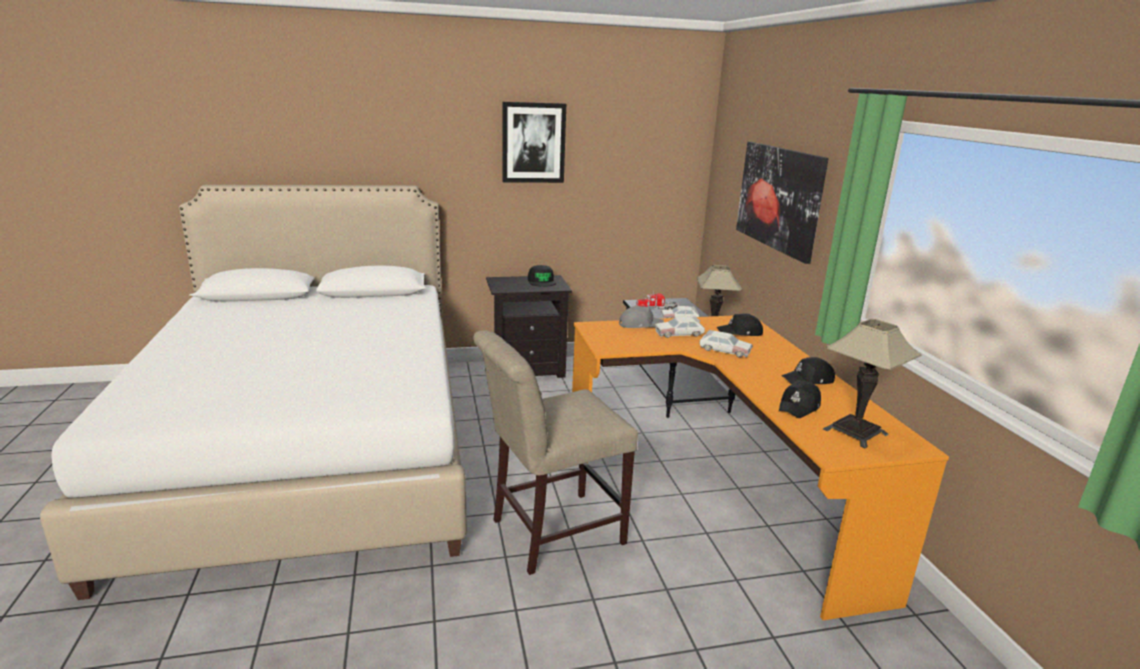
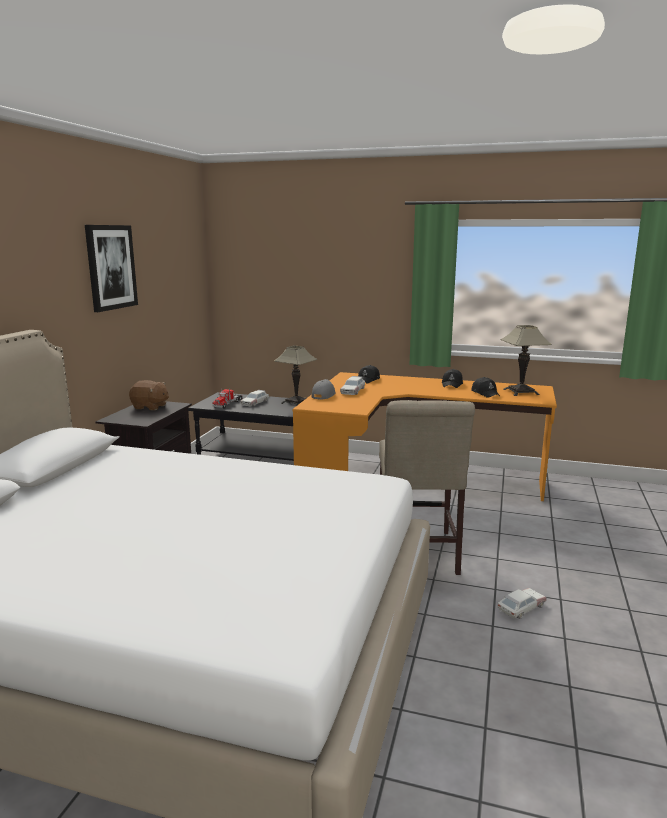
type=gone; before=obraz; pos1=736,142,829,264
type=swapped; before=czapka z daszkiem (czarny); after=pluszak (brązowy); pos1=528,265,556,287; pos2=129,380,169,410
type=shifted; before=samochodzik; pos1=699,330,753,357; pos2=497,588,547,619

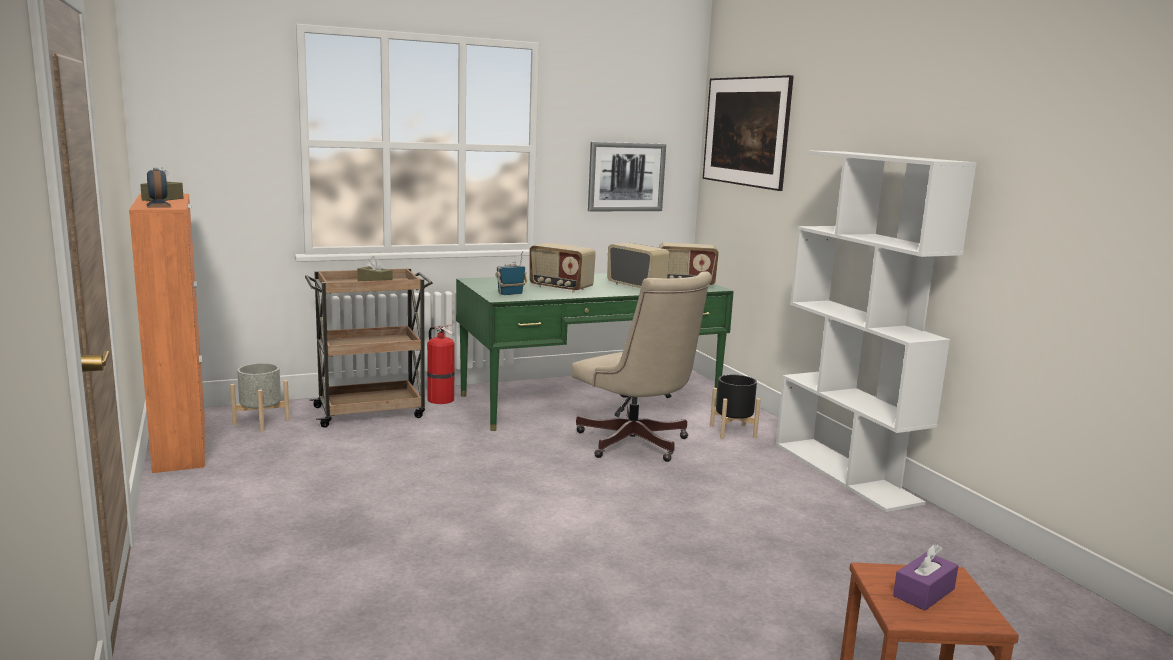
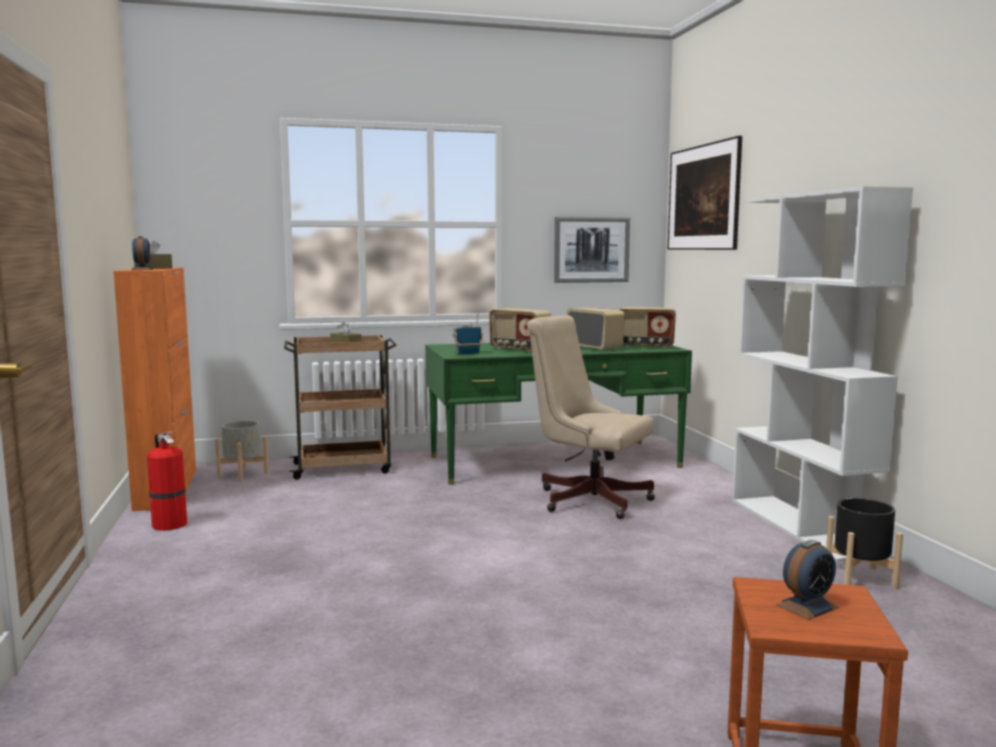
type=rotated; before=krzesło biurowe (beżowy); pos1=572,271,712,462; pos2=527,315,655,519; turn=150
type=shifted; before=gaśnica; pos1=427,325,455,404; pos2=147,431,187,531
type=shifted; before=donica (czarny); pos1=710,375,761,439; pos2=826,498,903,589
type=swapped; before=pudełko chusteczek (fioletowy); after=budzik; pos1=893,544,959,611; pos2=776,540,838,620

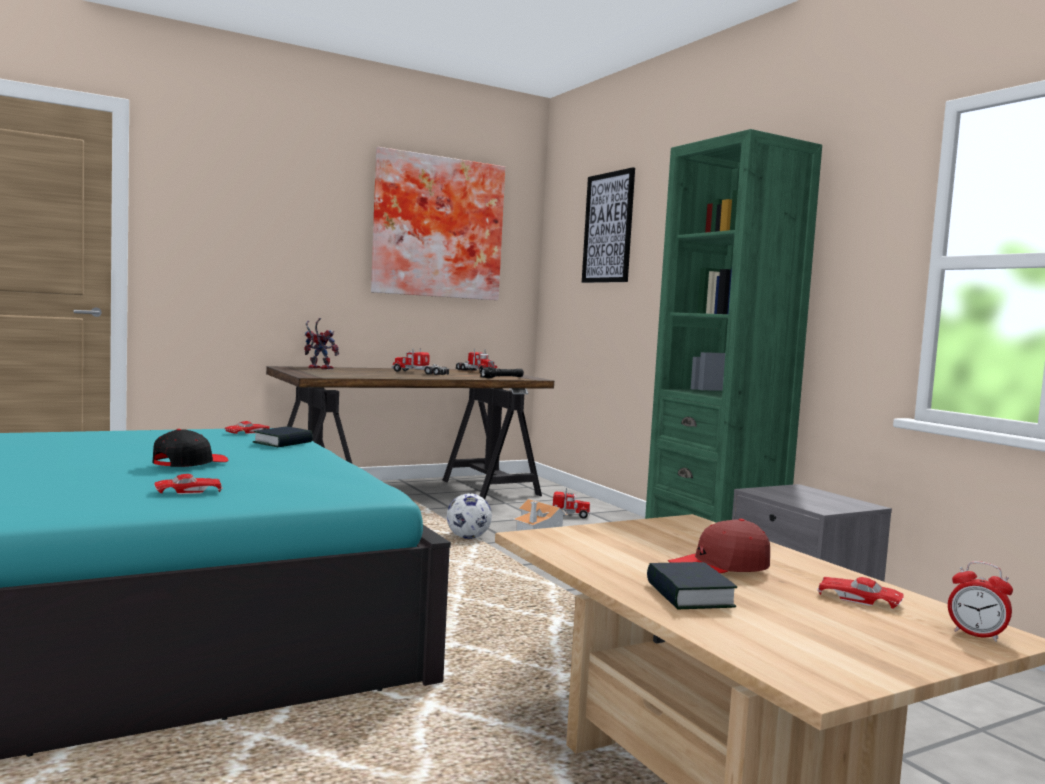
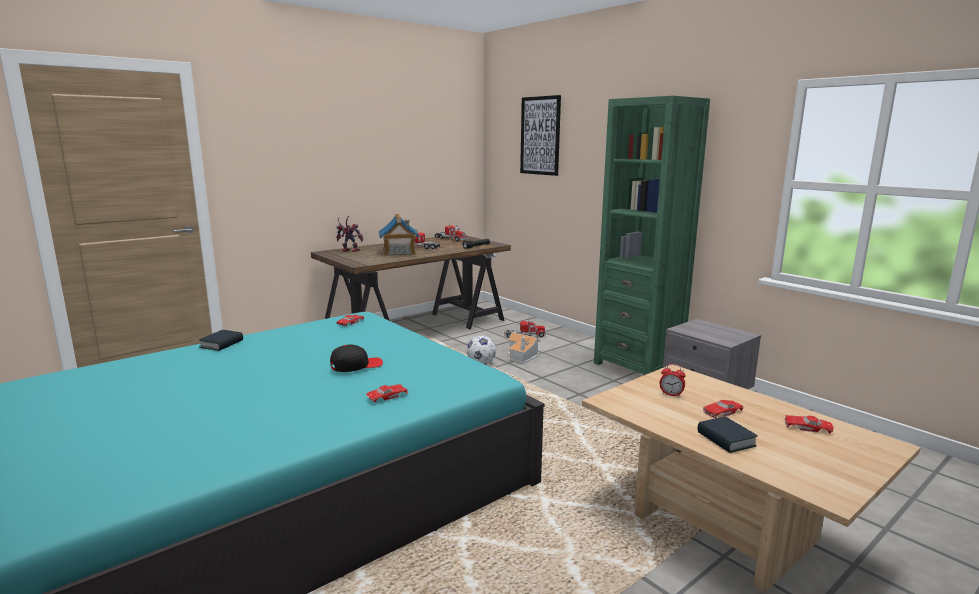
type=gone; before=obraz; pos1=371,147,505,300
type=shifted; before=książka; pos1=253,426,313,447; pos2=199,330,243,351
type=rotated; before=czapka z daszkiem (czarny); pos1=152,429,229,467; pos2=330,344,383,372; turn=45
type=swapped; before=czapka z daszkiem (czerwony); after=samochodzik (czerwony); pos1=668,519,770,573; pos2=703,400,743,418
type=shifted; before=budzik; pos1=948,561,1013,642; pos2=659,364,686,397
type=new; after=domek; pos2=378,214,419,256

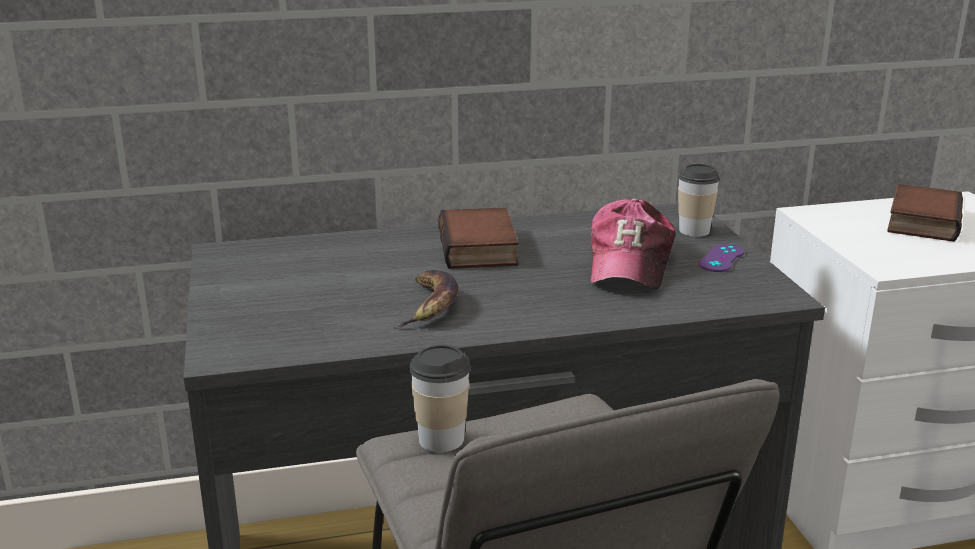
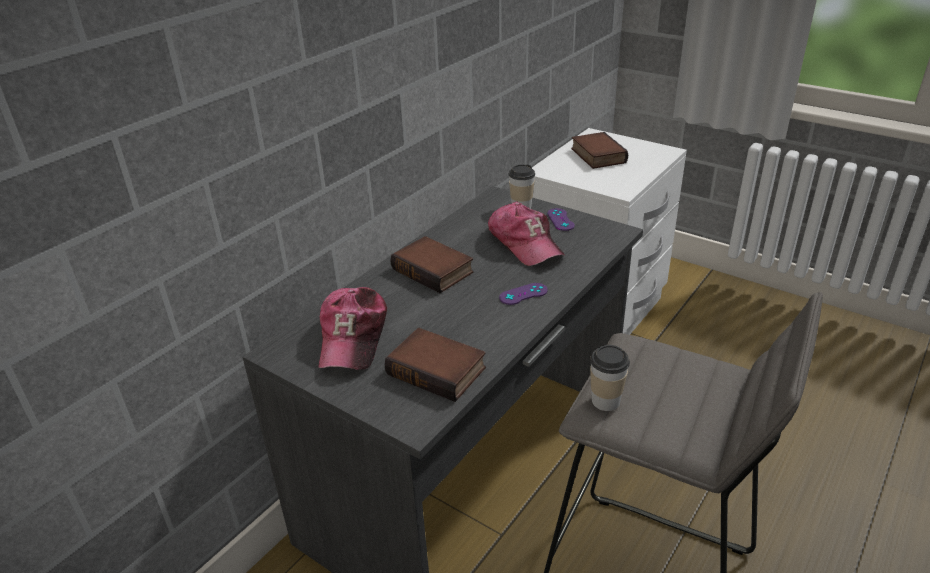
type=gone; before=banan; pos1=393,270,458,329
type=new; after=pad do gier (fioletowy); pos2=499,283,548,305
type=new; after=czapka z daszkiem; pos2=318,287,387,370
type=new; after=książka; pos2=385,328,486,402

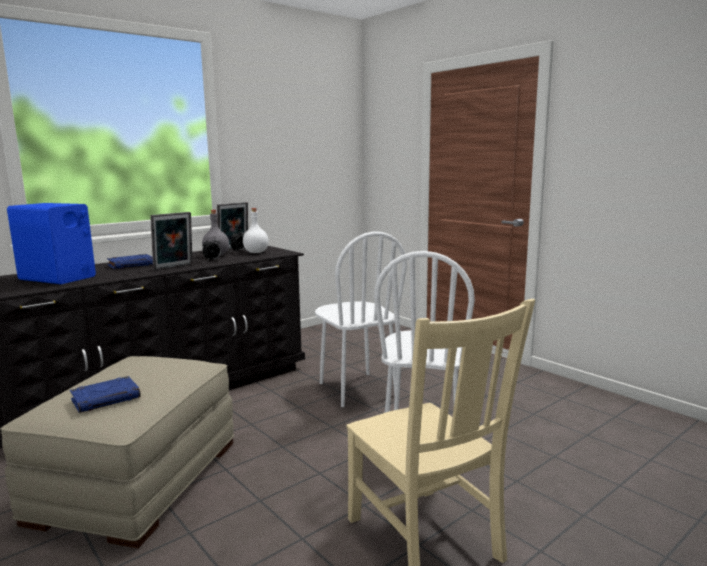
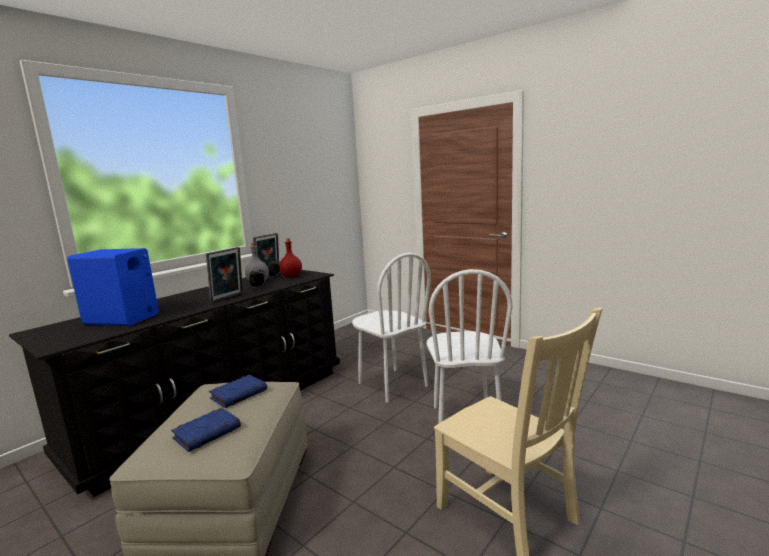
type=repainted; before=butelka (biały); after=butelka (czerwony); pos1=243,208,268,253; pos2=279,238,302,277
type=shifted; before=książka (niebieski); pos1=107,254,153,269; pos2=209,375,267,408

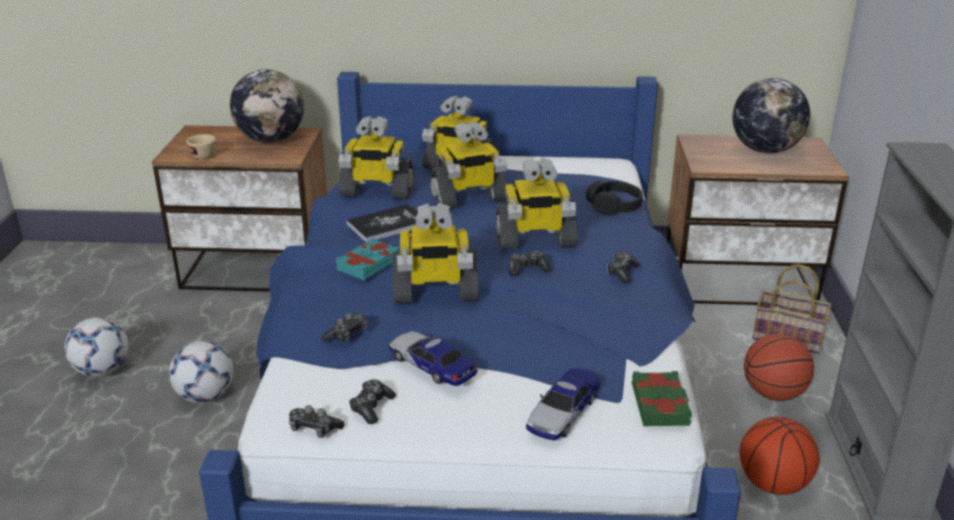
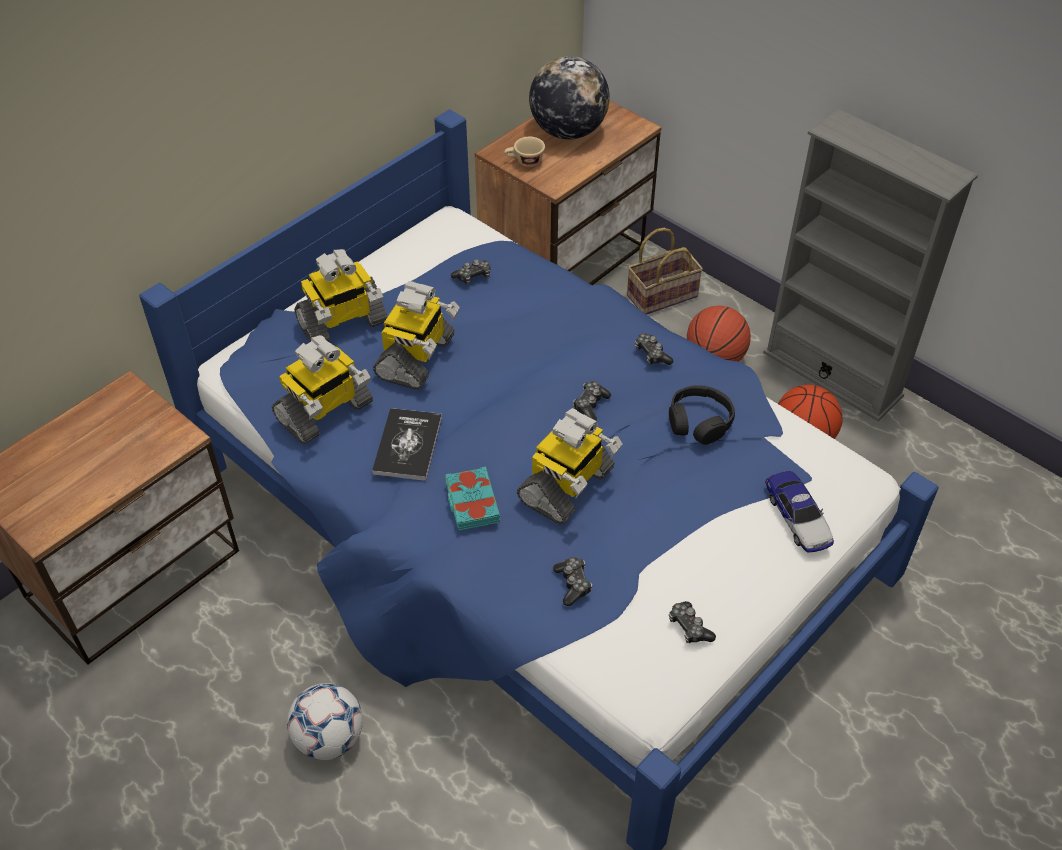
type=gone; before=globus; pos1=230,69,304,143
type=shifted; before=filiżanka (beżowy); pos1=186,134,216,159; pos2=504,137,545,167
type=gone; before=robot zabawkowy; pos1=495,158,578,250
type=shifted; before=słuchawki (czarny); pos1=586,181,643,215; pos2=669,385,735,445
type=gone; before=piłka futbolowa; pos1=64,317,128,377
type=gone; before=samochodzik; pos1=388,331,477,386
type=gone; before=książka (zielony); pos1=631,371,692,426
type=shifted; before=pad do gier; pos1=289,405,344,438; pos2=451,259,490,285

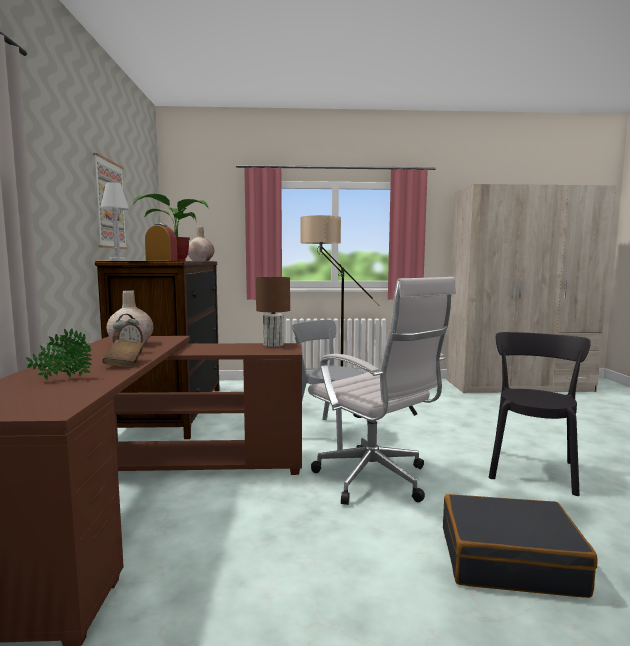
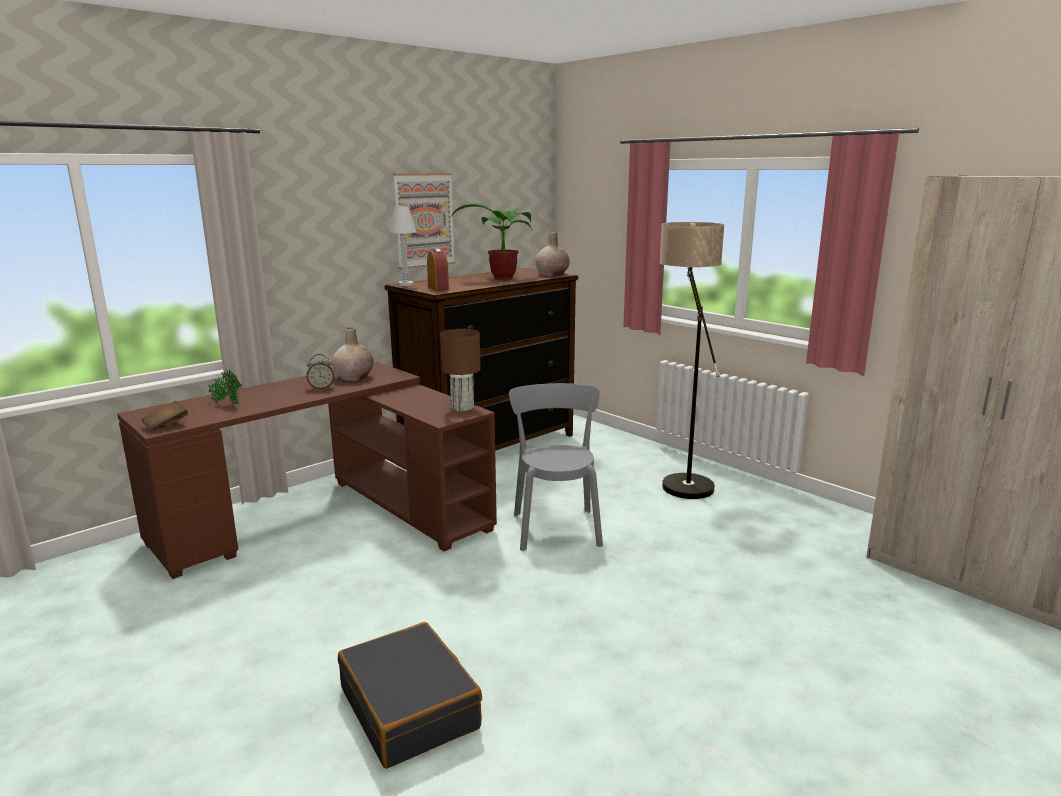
type=gone; before=krzesło biurowe (biały); pos1=308,277,456,505
type=gone; before=krzesło (czarny); pos1=489,332,591,496
type=shifted; before=książka (brązowy); pos1=103,339,144,367; pos2=141,401,189,432

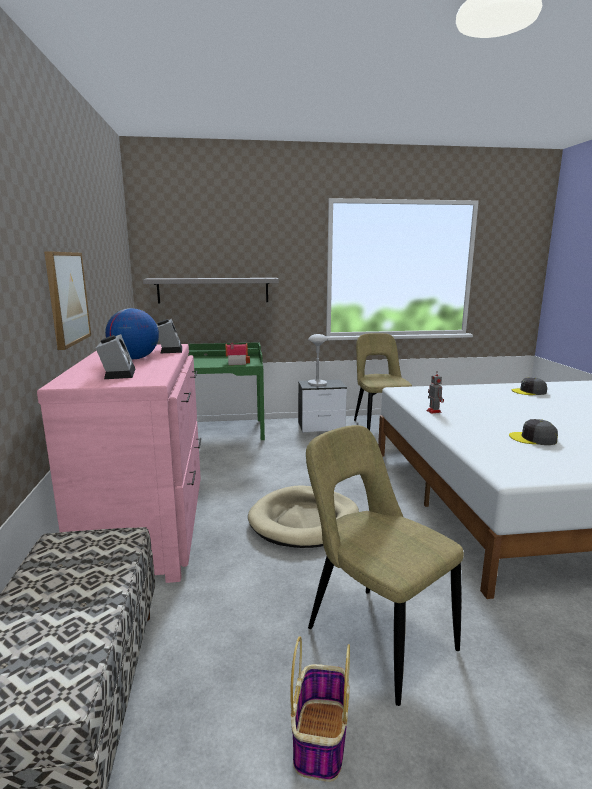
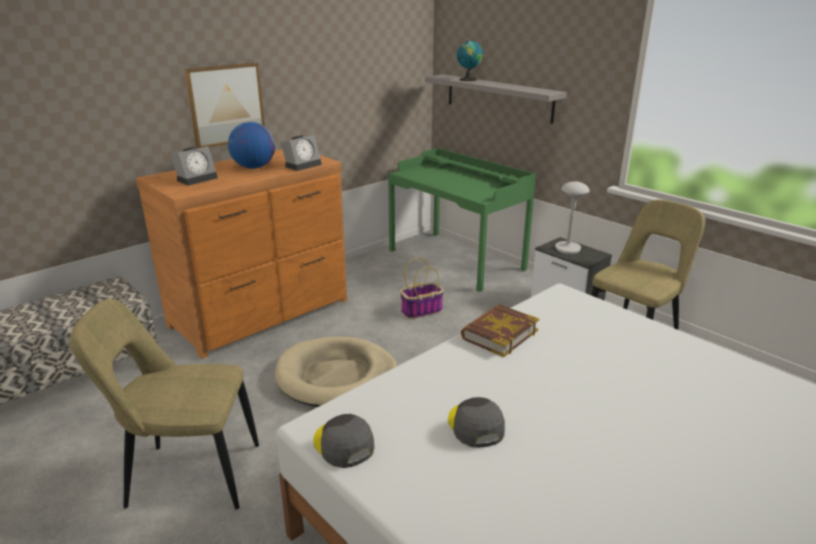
type=gone; before=domek; pos1=225,343,250,365
type=repainted; before=komoda (różowy); after=komoda (brązowy); pos1=37,344,201,583; pos2=136,149,347,359
type=swapped; before=robot zabawkowy; after=książka; pos1=426,371,444,414; pos2=461,304,539,357
type=shifted; before=czapka z daszkiem (szary); pos1=512,377,547,395; pos2=313,414,374,468
type=rotated; before=krzesło (beżowy); pos1=306,425,464,706; pos2=69,299,259,510; turn=-105
type=shifted; before=koszyk; pos1=290,636,350,782; pos2=400,258,444,319
type=new; after=globus; pos2=457,41,483,81

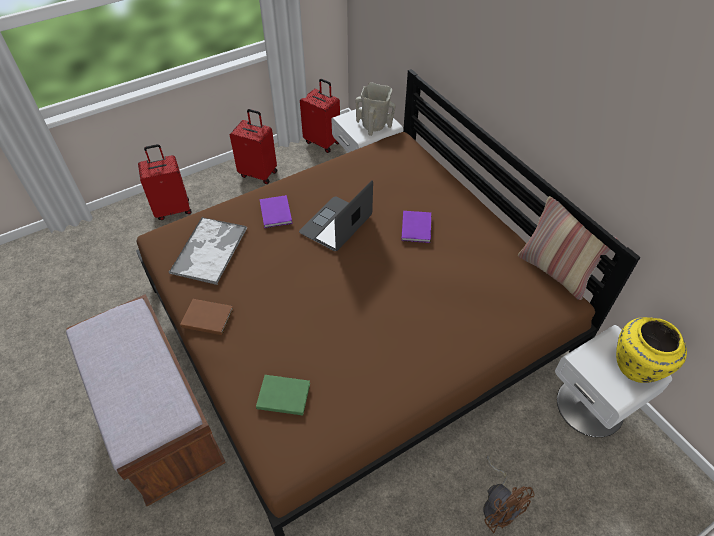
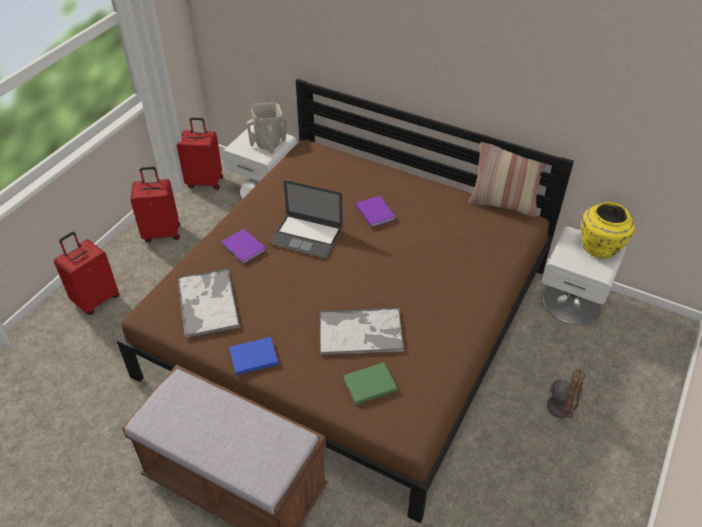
type=rotated; before=laptop; pos1=299,181,373,251; pos2=269,180,343,258; turn=-75
type=repainted; before=książka (brązowy); after=książka (niebieski); pos1=180,299,233,335; pos2=229,337,279,375
type=new; after=taca; pos2=319,307,404,355

